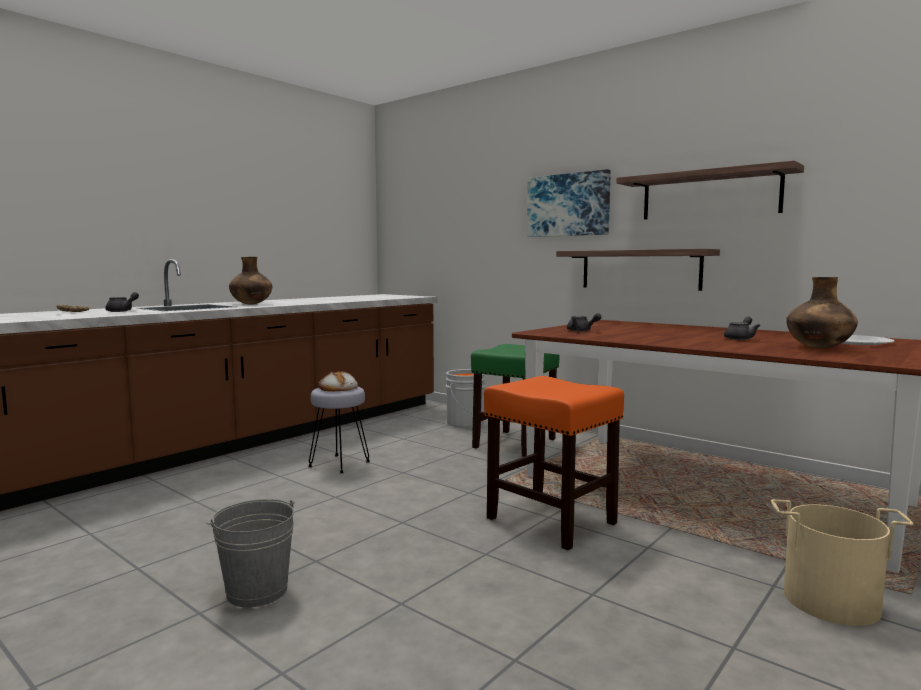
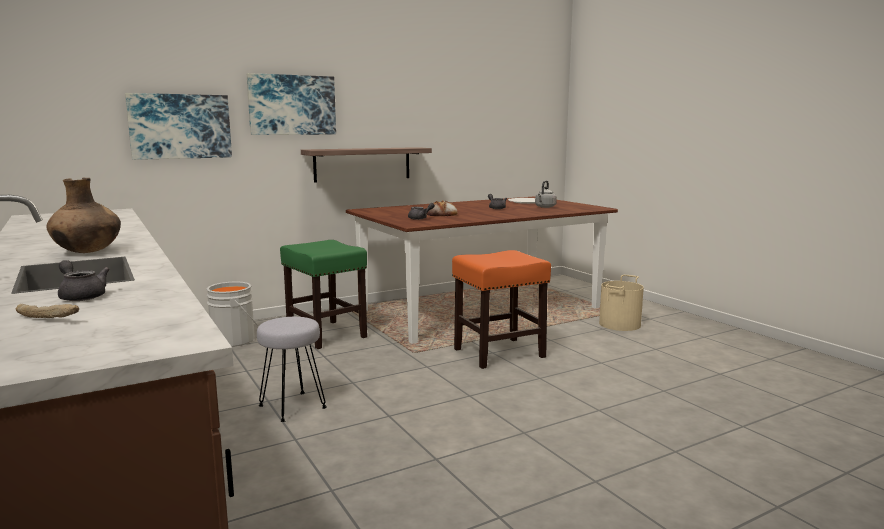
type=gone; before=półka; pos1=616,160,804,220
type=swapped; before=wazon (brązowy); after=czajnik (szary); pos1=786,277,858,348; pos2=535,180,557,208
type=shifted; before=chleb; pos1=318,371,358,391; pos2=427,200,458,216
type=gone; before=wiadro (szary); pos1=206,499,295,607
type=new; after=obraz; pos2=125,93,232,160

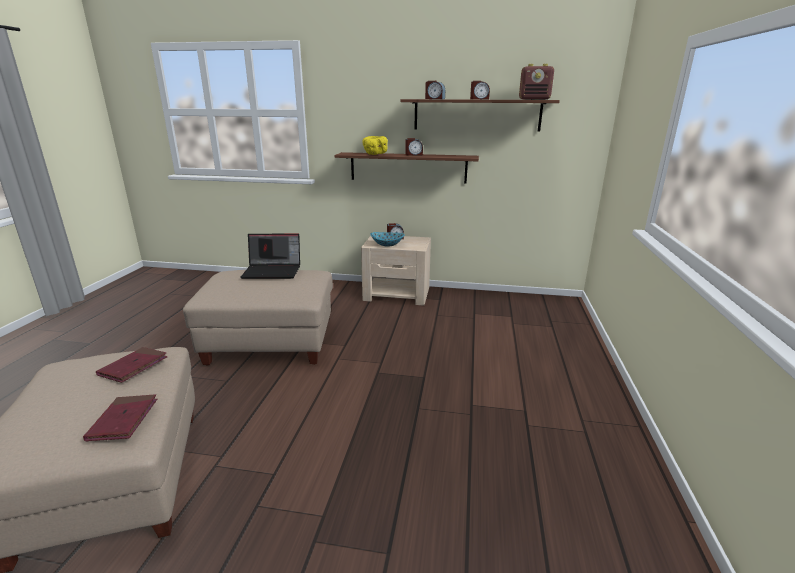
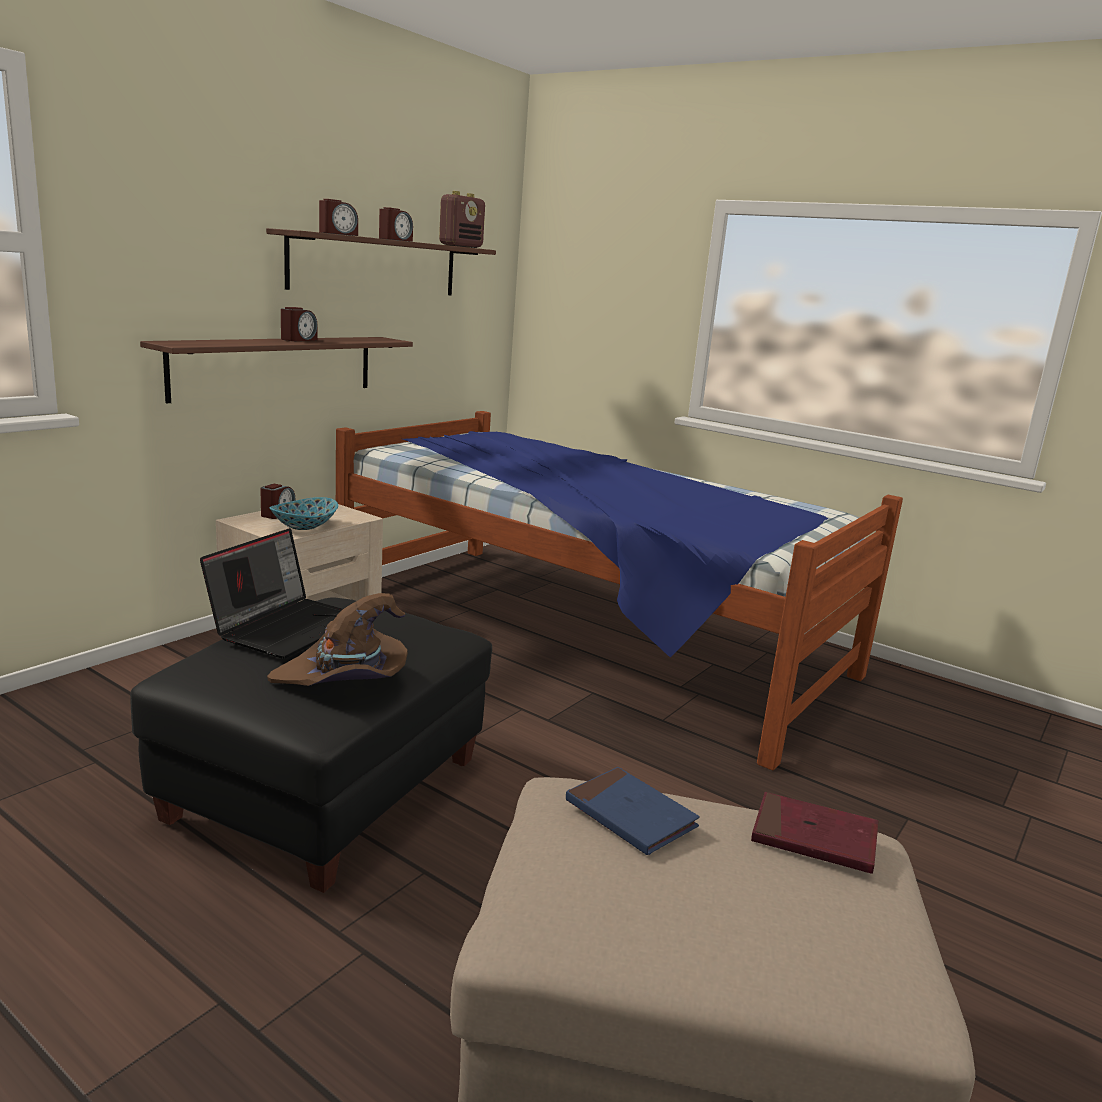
type=gone; before=miska (żółty); pos1=362,136,388,155
type=repainted; before=pufa (beżowy); after=pufa (czarny); pos1=183,270,333,366; pos2=130,597,492,893
type=repainted; before=książka (czerwony); after=książka (niebieski); pos1=96,347,167,383; pos2=566,767,700,855
type=new; after=łóżko; pos2=336,411,903,771
type=new; after=kapelusz (brązowy); pos2=267,593,408,686

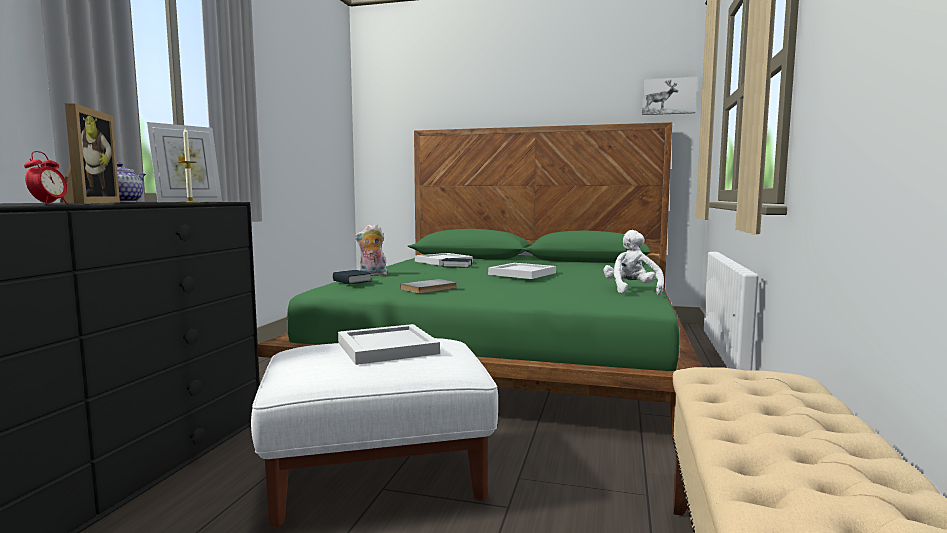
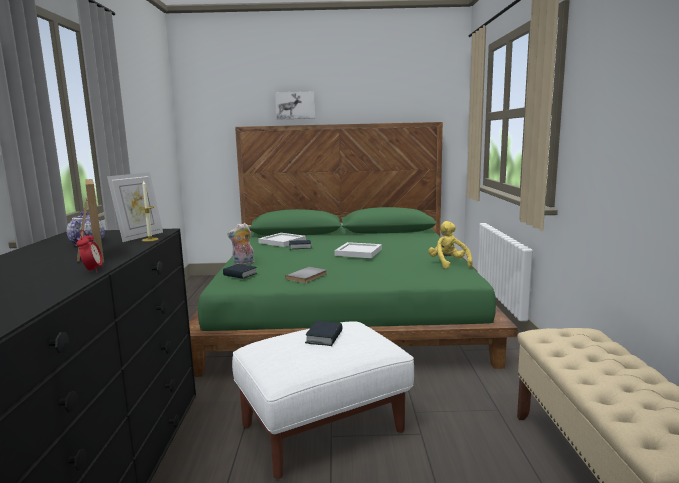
type=shifted; before=obraz; pos1=642,77,697,115; pos2=275,91,315,120
type=repainted; before=pluszak (biały); after=pluszak (żółty); pos1=603,230,664,295; pos2=428,221,472,269
type=swapped; before=taca (biały); after=książka; pos1=338,324,440,365; pos2=305,321,342,346

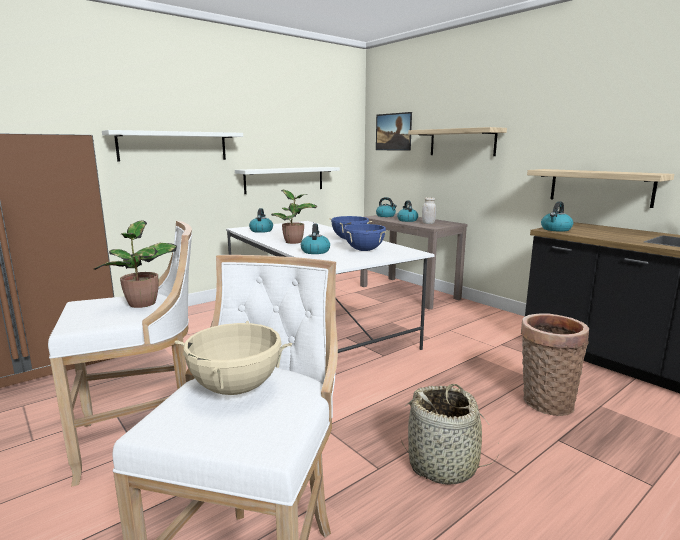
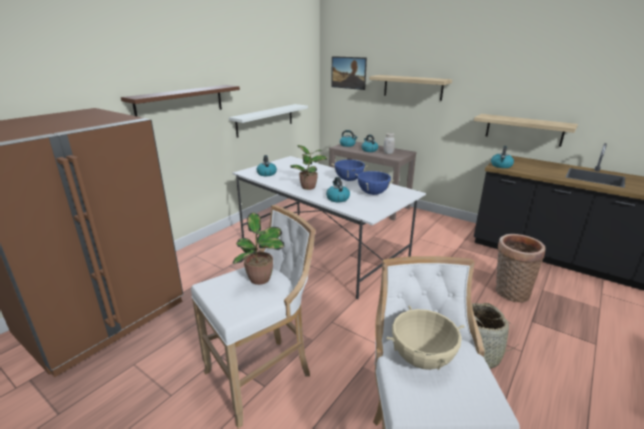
type=repainted; before=półka (biały); after=półka (brązowy); pos1=102,130,243,161; pos2=121,85,240,117

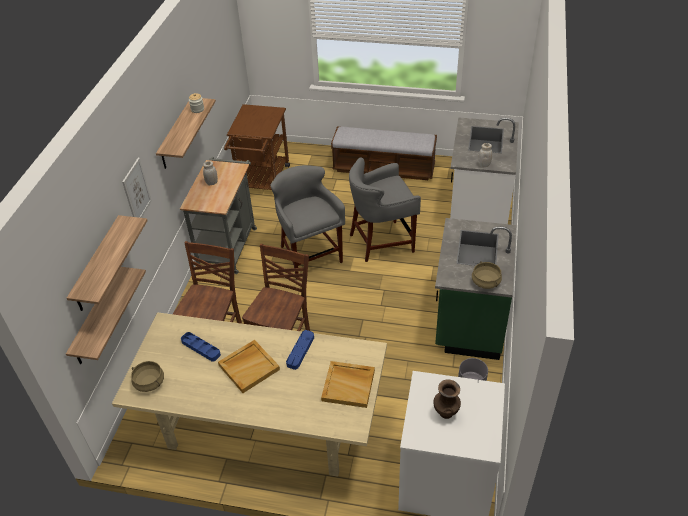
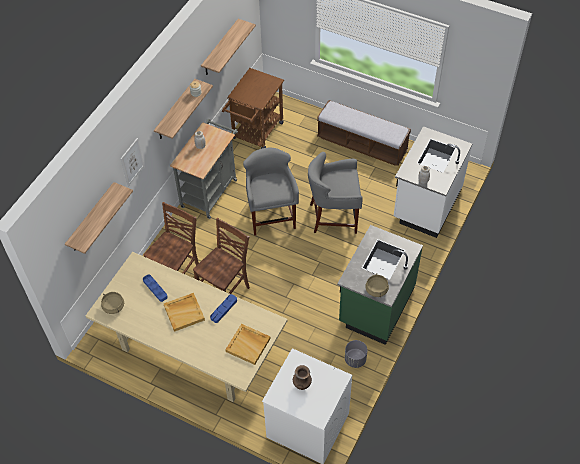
type=shifted; before=półka; pos1=66,267,146,364; pos2=201,19,256,75

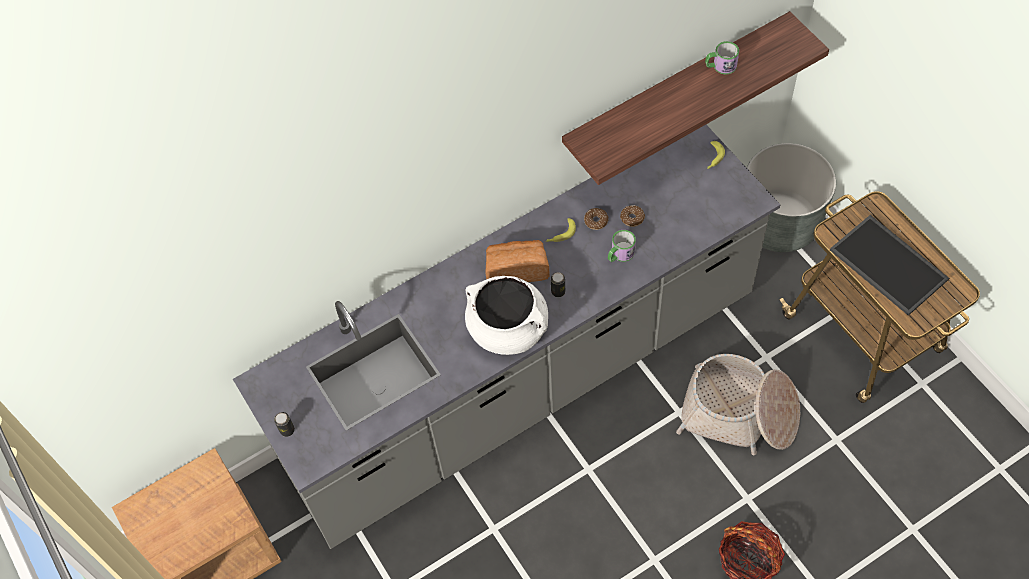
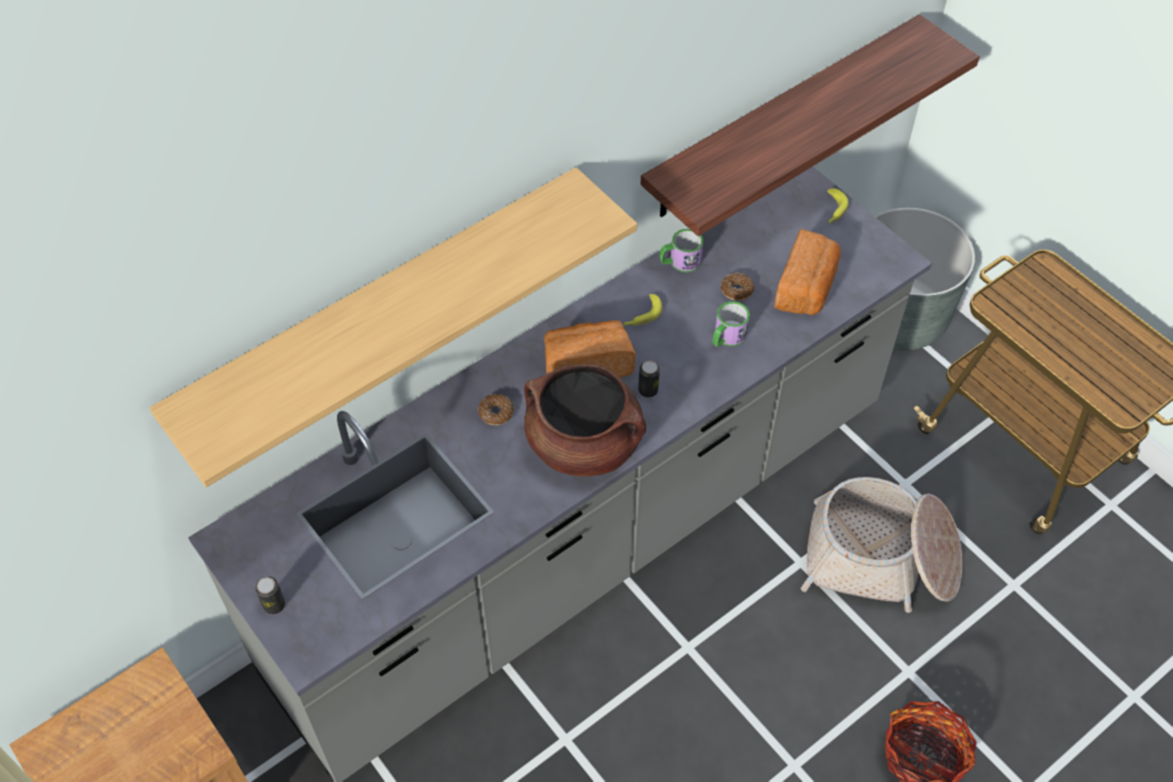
type=shifted; before=kubek; pos1=705,41,739,74; pos2=659,229,703,273
type=shifted; before=donut; pos1=584,208,608,230; pos2=478,394,514,425
type=gone; before=taca; pos1=830,215,949,316
type=repainted; before=garnek (biały); after=garnek (brązowy); pos1=465,276,548,355; pos2=524,364,646,477
type=new; after=półka; pos2=150,167,637,487
type=new; after=chleb; pos2=774,229,841,315

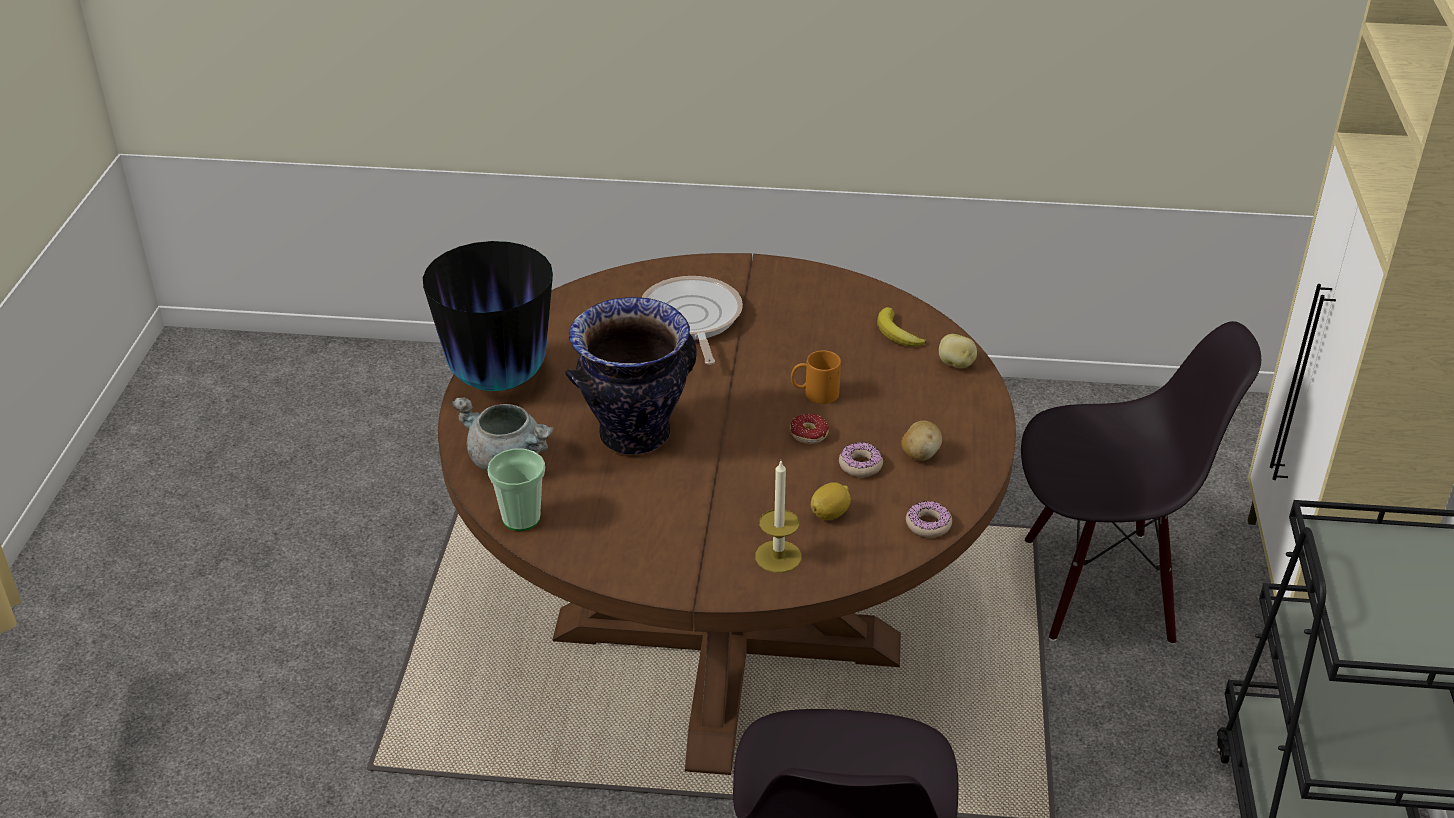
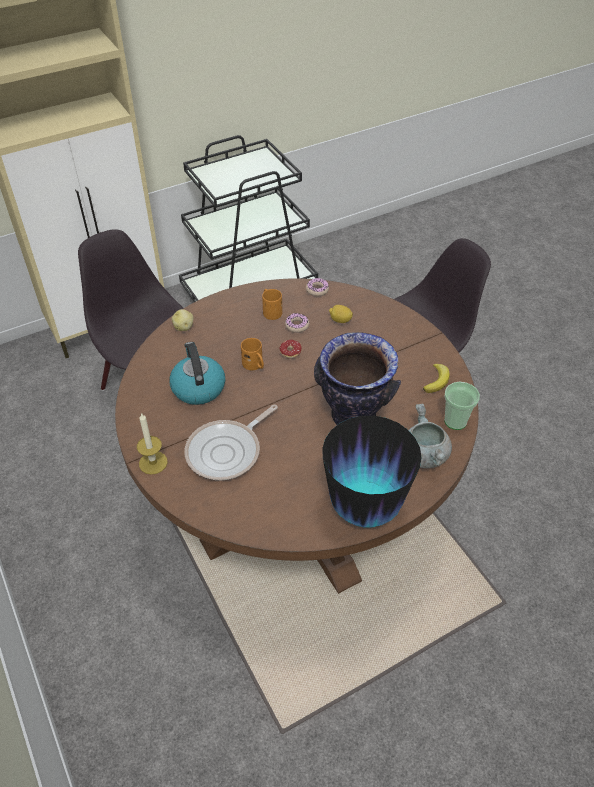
type=shifted; before=banan; pos1=877,307,926,347; pos2=423,364,450,393
type=swapped; before=ziemniak; after=kubek (pomarańczowy); pos1=901,421,942,460; pos2=262,289,282,320
type=shifted; before=świeca; pos1=755,461,802,573; pos2=137,413,168,475
type=new; after=czajnik; pos2=169,342,225,405

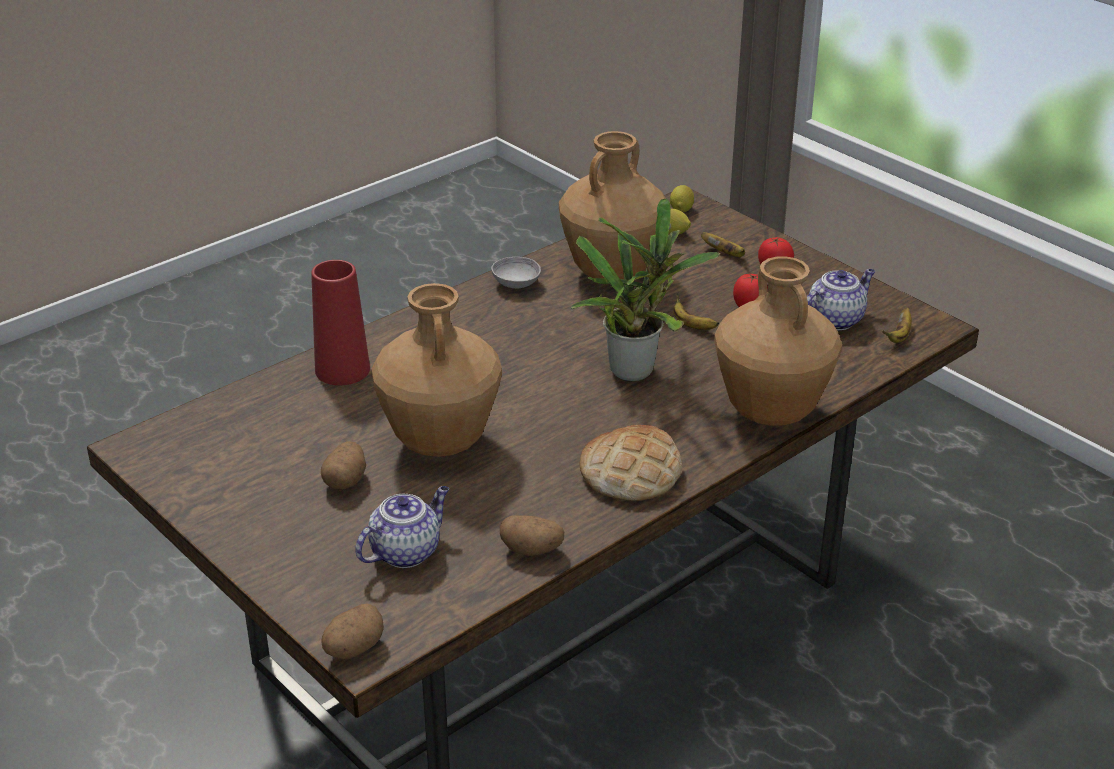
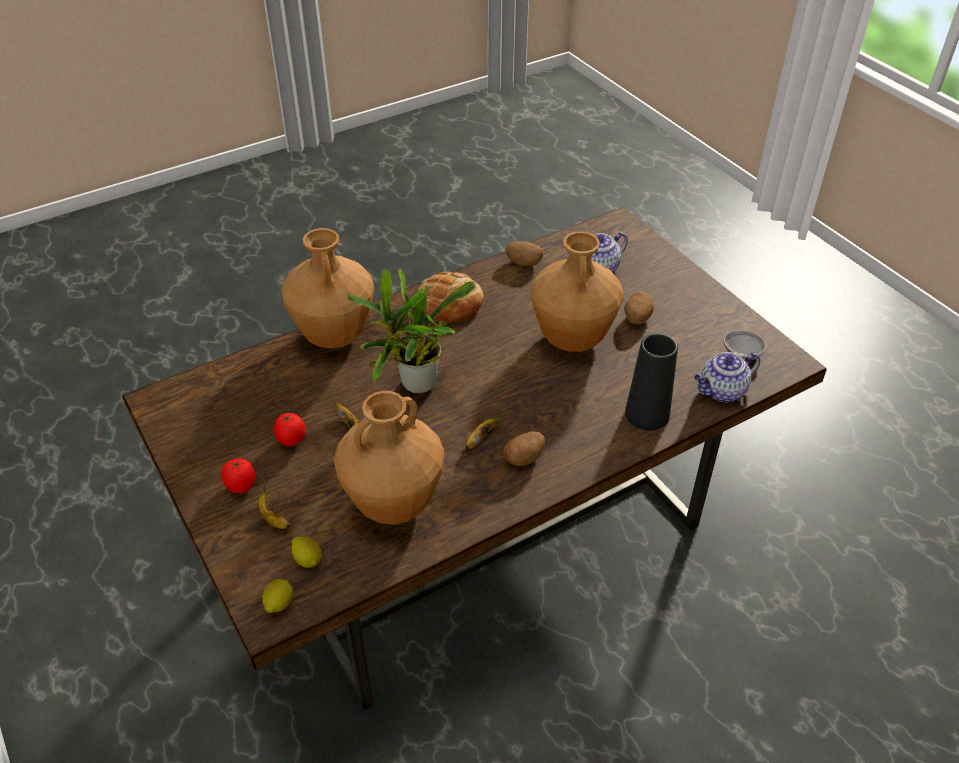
type=shifted; before=miska (szary); pos1=491,257,541,288; pos2=724,330,766,360
type=repainted; before=wazon (czerwony); after=wazon (czarny); pos1=311,260,370,385; pos2=625,333,678,431
type=shifted; before=imbryk; pos1=807,269,875,330; pos2=694,352,760,403
type=shifted; before=banan; pos1=882,307,912,343; pos2=465,415,503,449
type=shifted; before=ziemniak; pos1=321,604,384,660; pos2=503,431,545,466

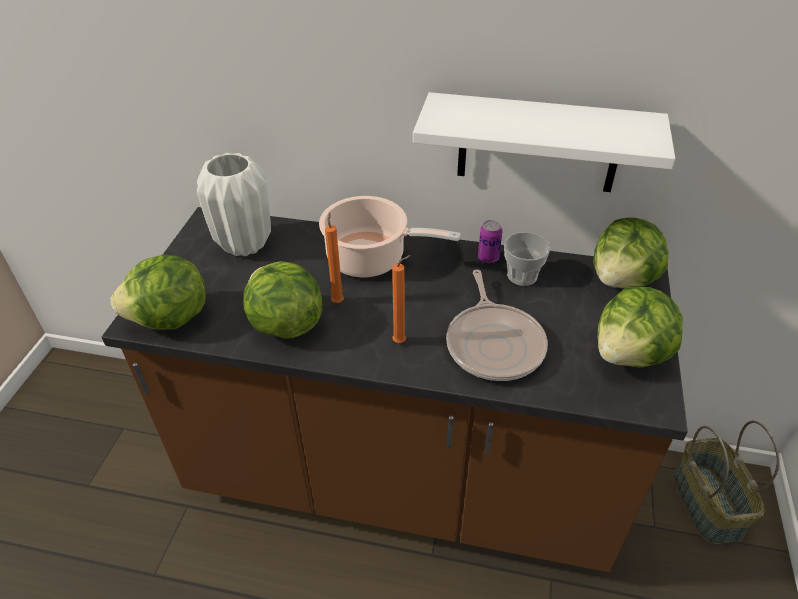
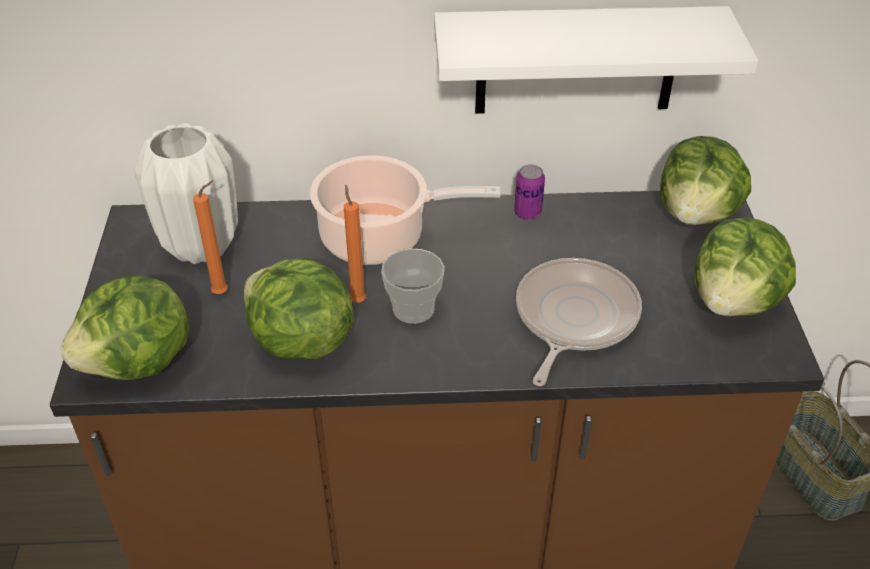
type=shifted; before=filiżanka; pos1=504,232,551,286; pos2=381,249,445,324
type=shifted; before=świeca (pomarańczowy); pos1=392,255,411,343; pos2=193,181,228,294
type=rotated; before=patelnia; pos1=446,269,548,381; pos2=516,258,642,386; turn=-135

